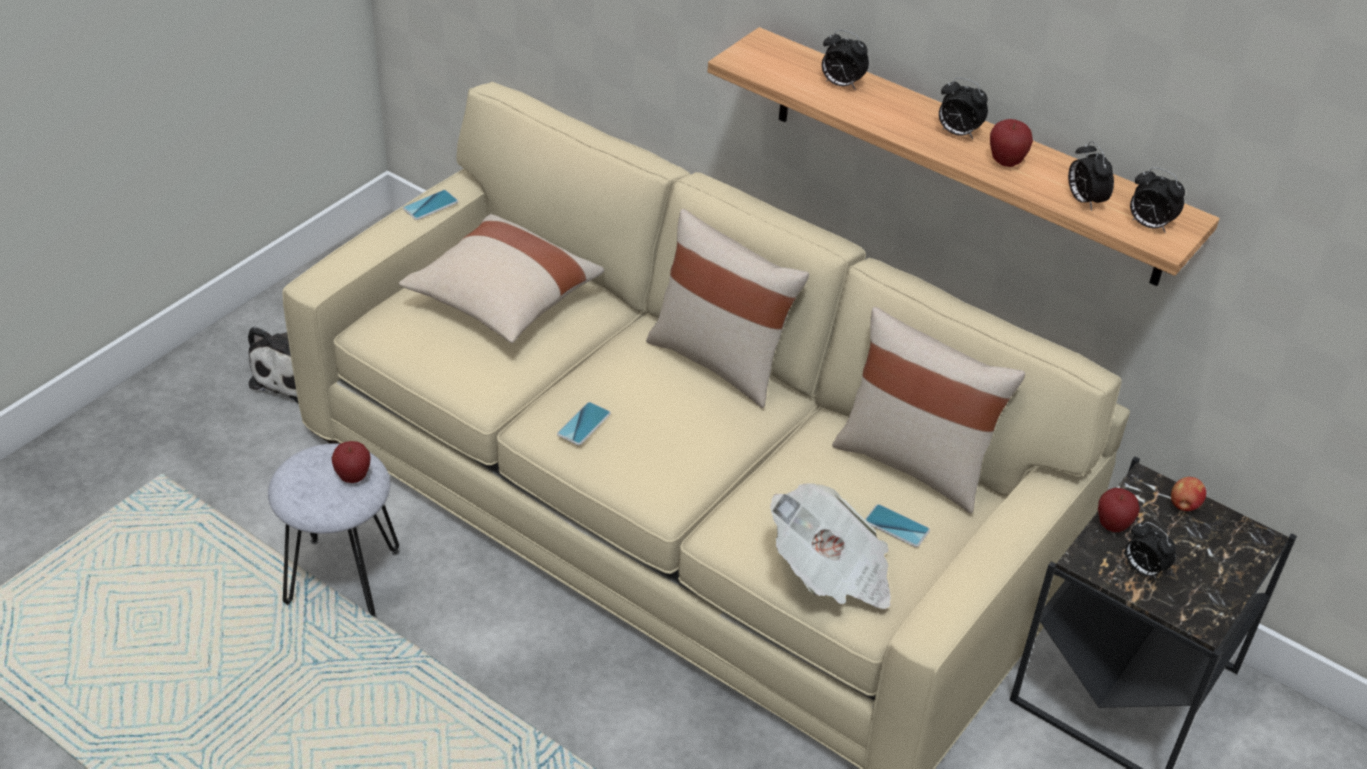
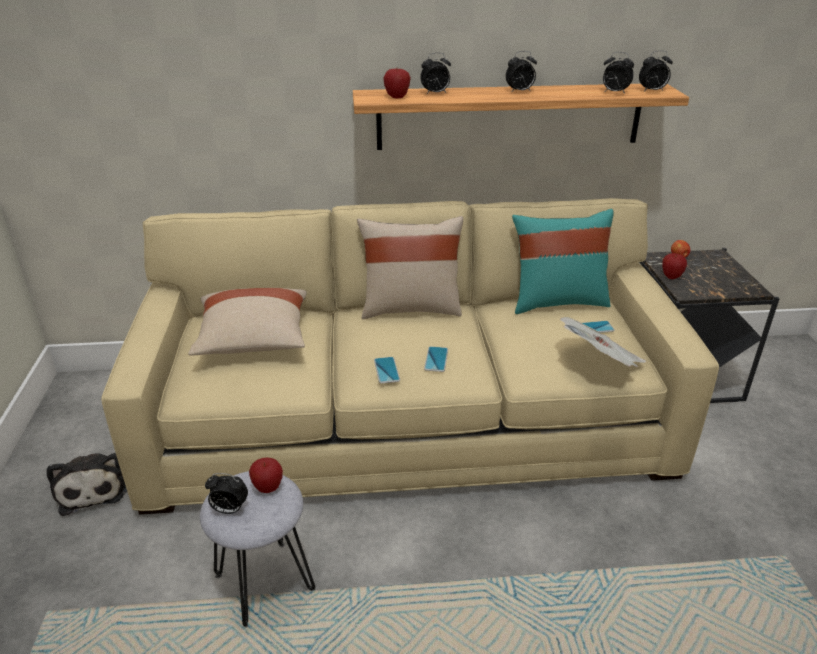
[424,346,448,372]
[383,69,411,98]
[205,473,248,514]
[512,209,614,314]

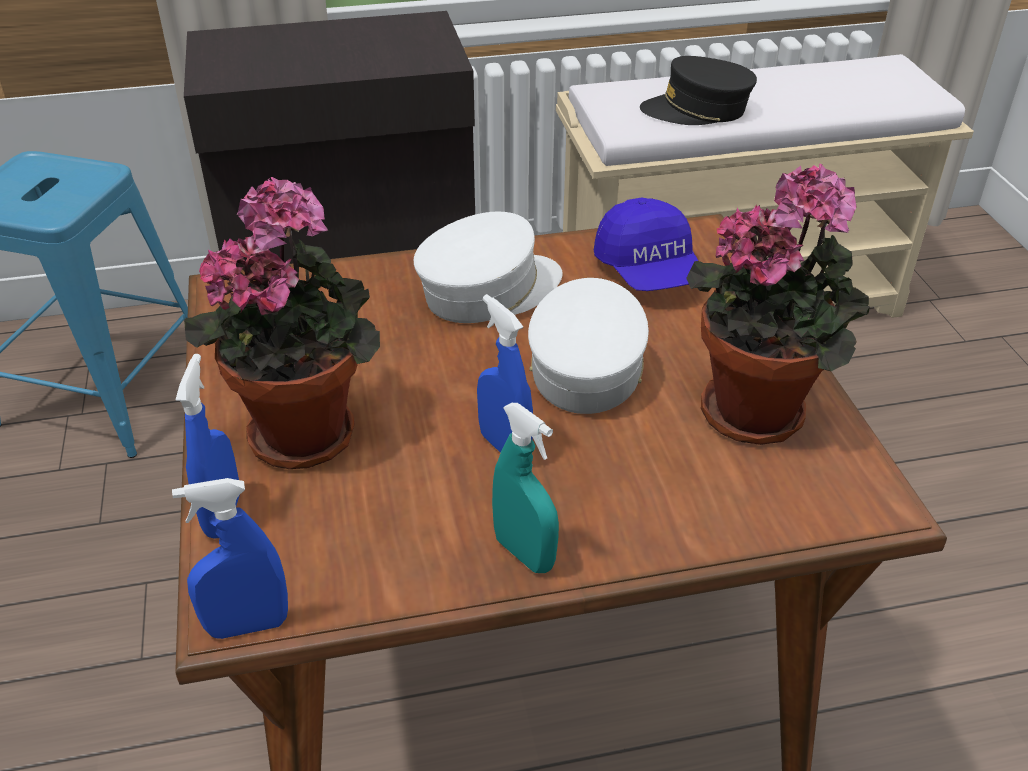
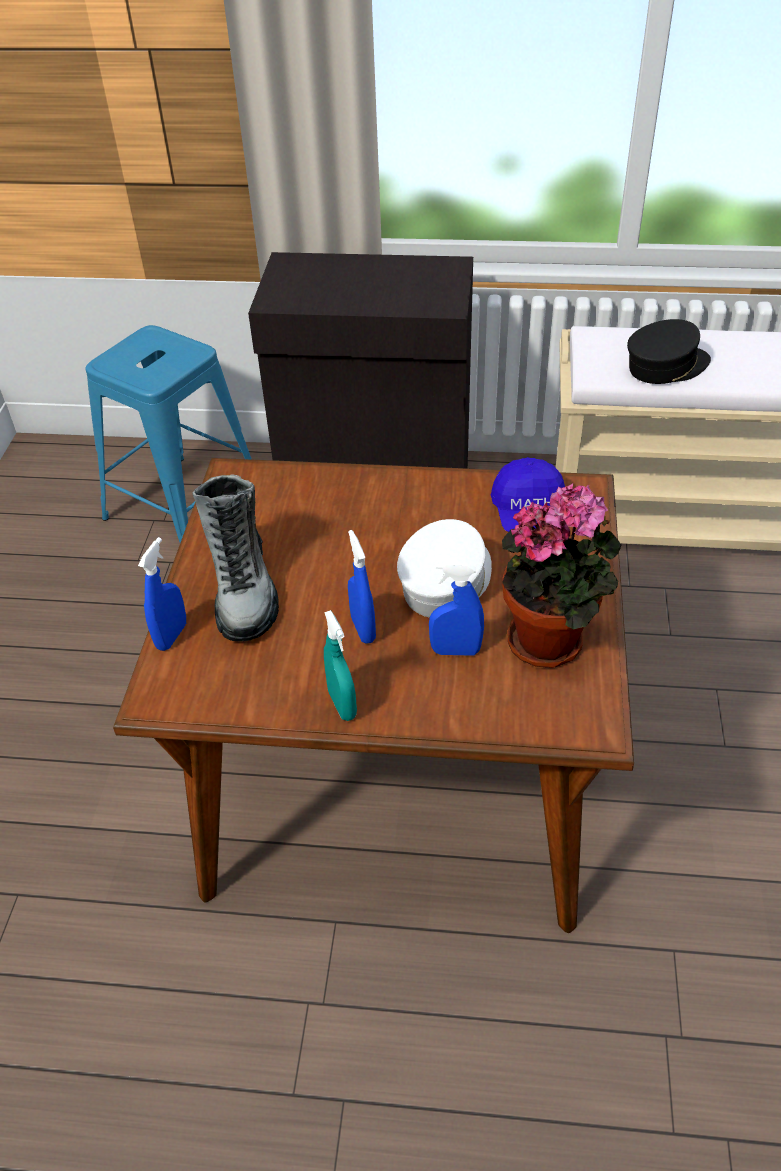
[414,212,563,323] (first image)
[429,563,484,656]
[192,474,279,641]
[627,319,711,384]

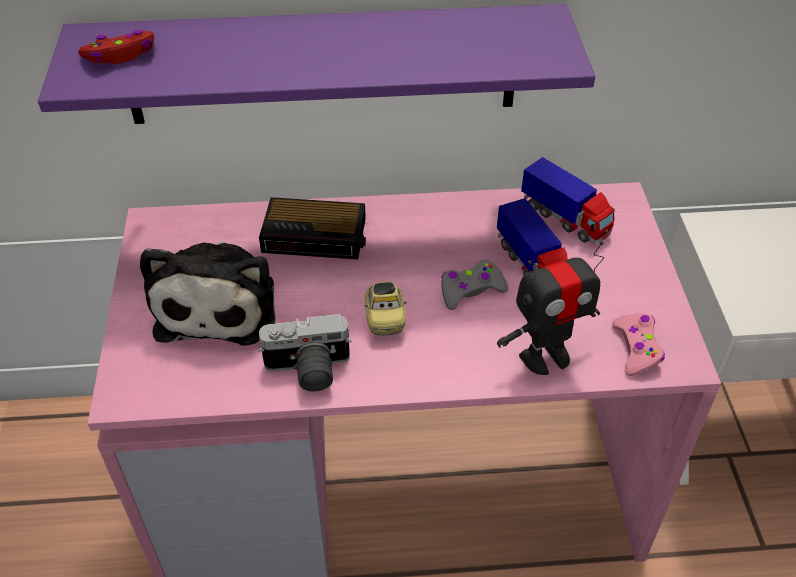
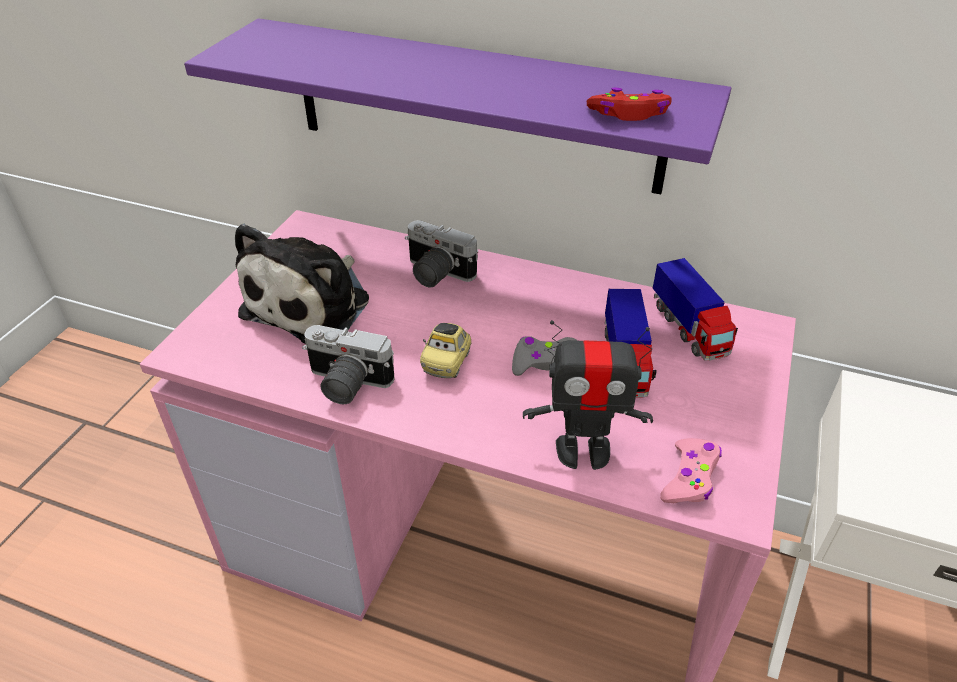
[587,88,672,121]
[405,220,478,287]

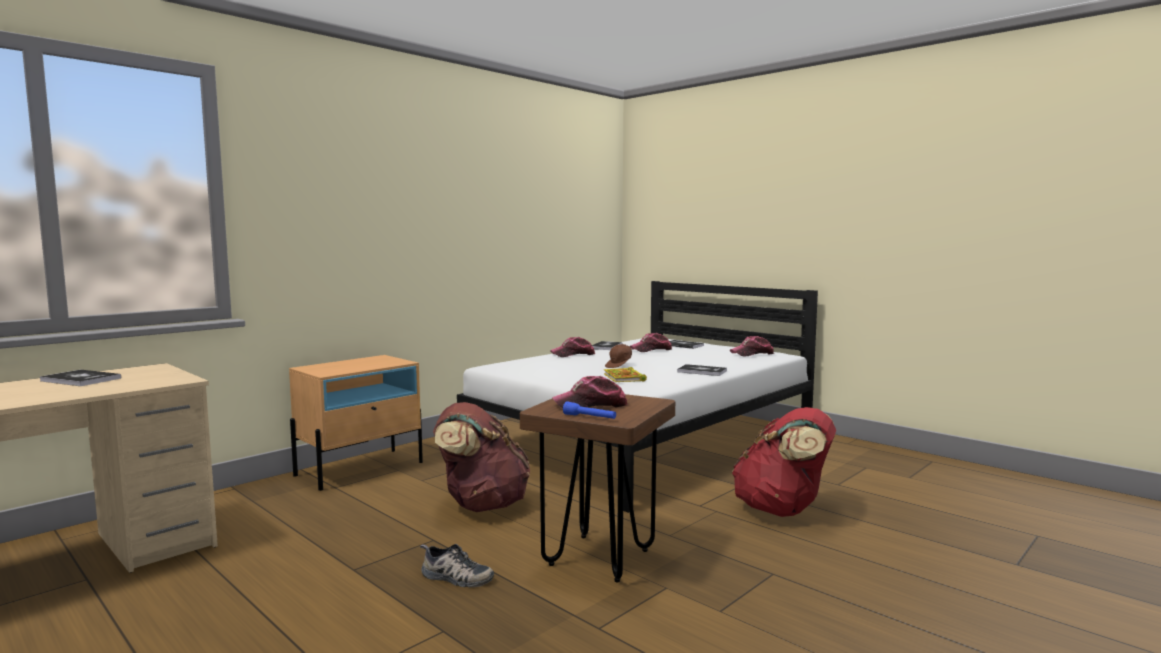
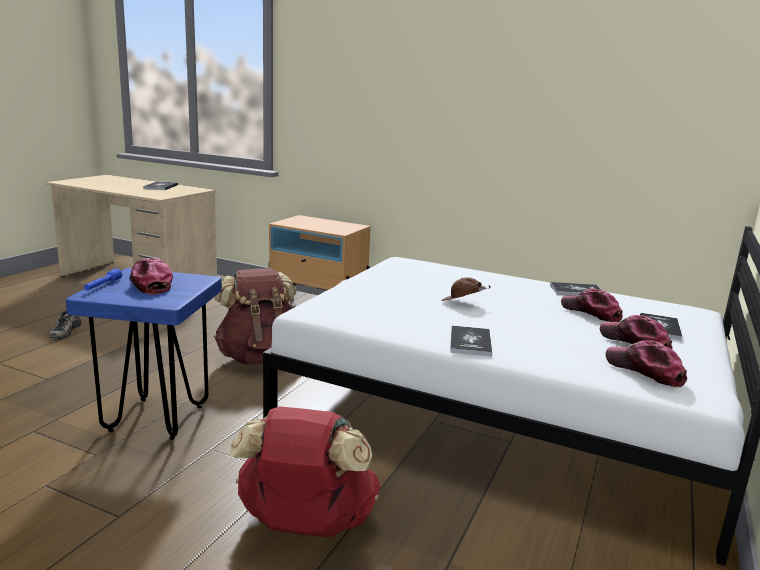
[604,367,647,382] (first image)
[49,311,81,340]
[600,315,673,349]
[66,268,222,440]

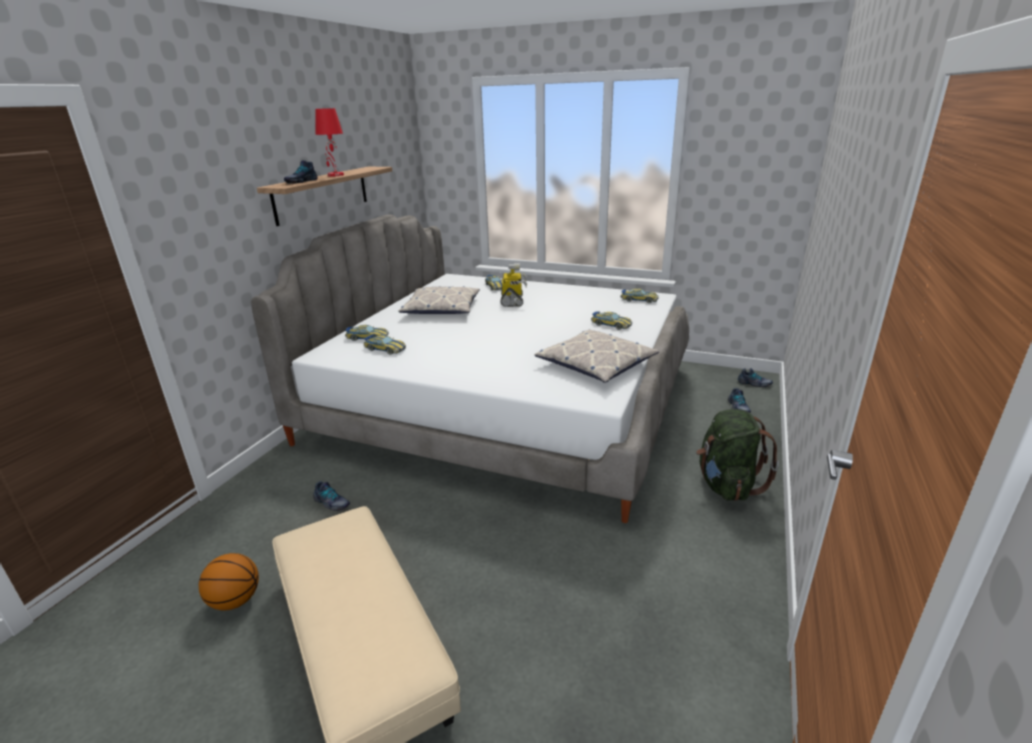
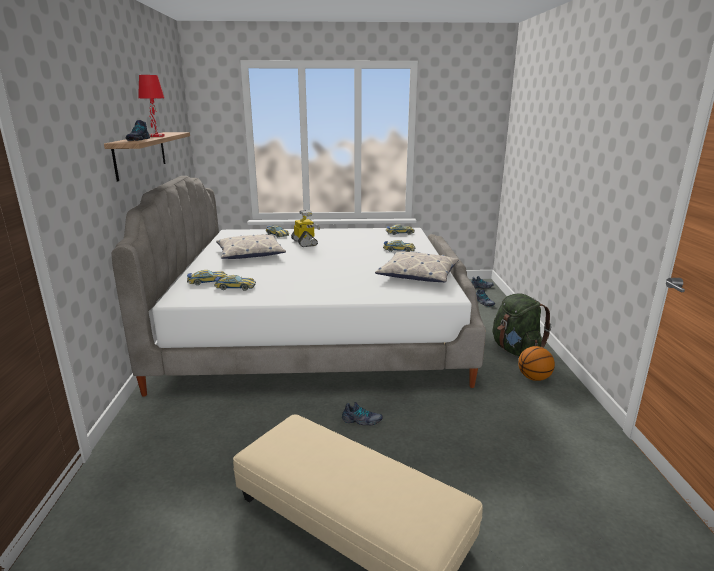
[518,346,555,381]
[342,402,383,426]

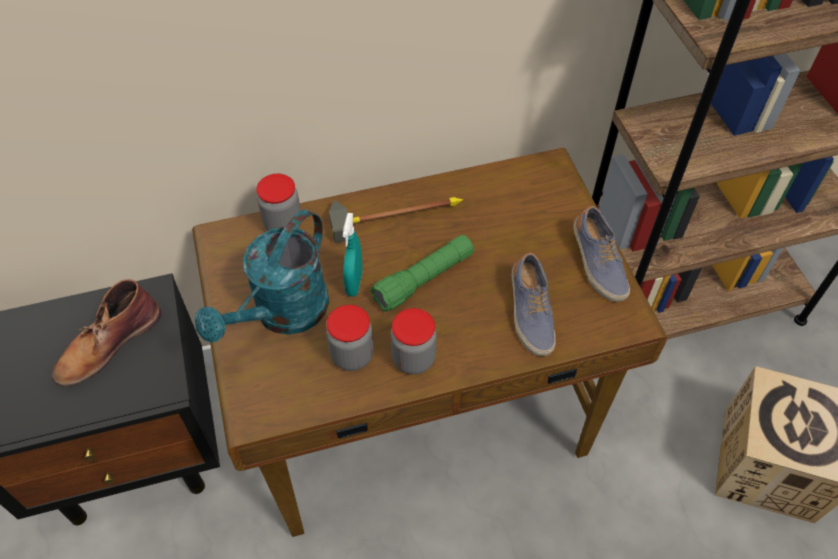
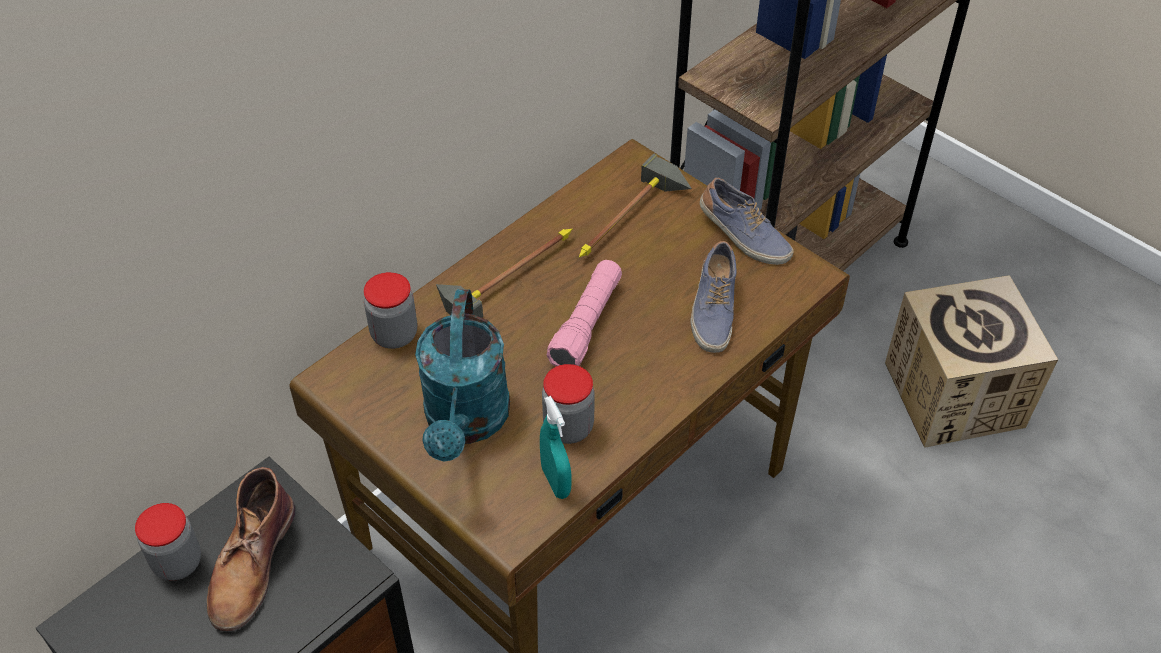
[578,154,692,258]
[540,396,571,499]
[135,503,201,581]
[547,260,622,366]
[690,241,736,353]

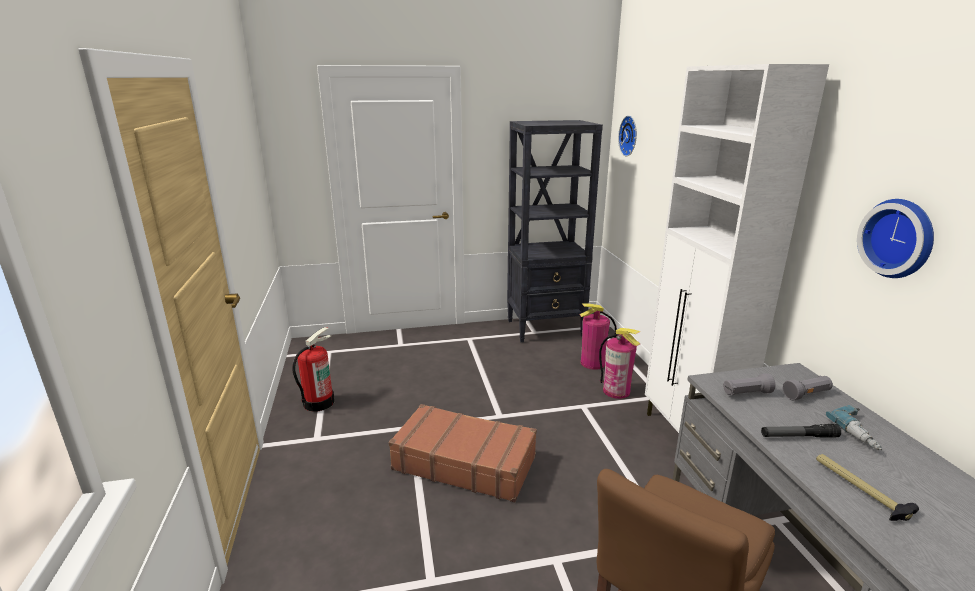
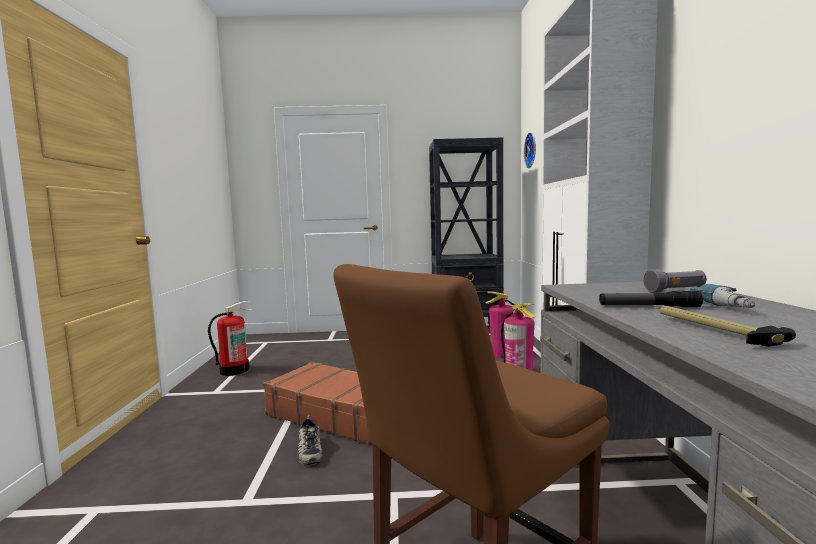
[723,373,775,396] (first image)
[857,199,934,278] (first image)
[297,415,323,466]

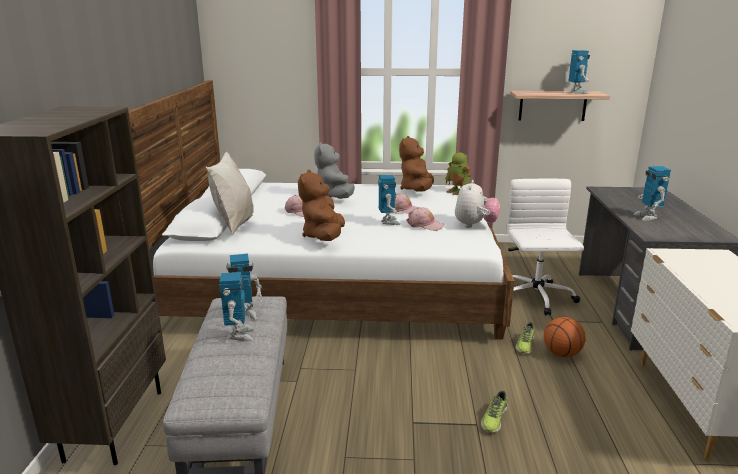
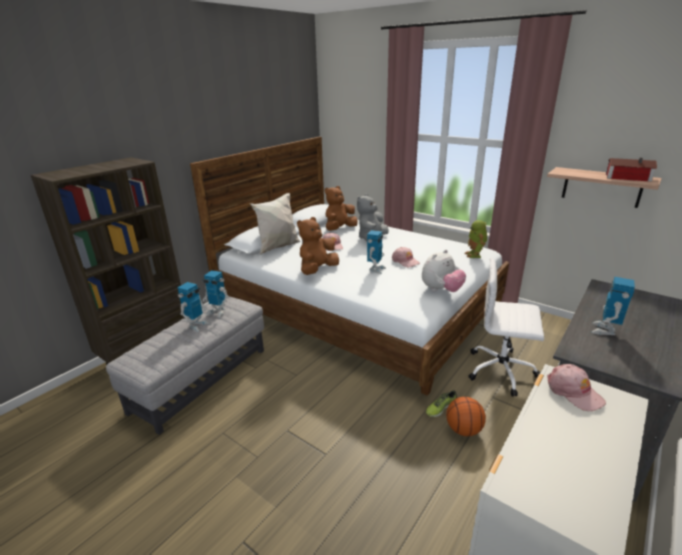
[481,391,508,433] (first image)
[325,186,358,231]
[547,364,606,411]
[606,158,657,182]
[469,258,544,397]

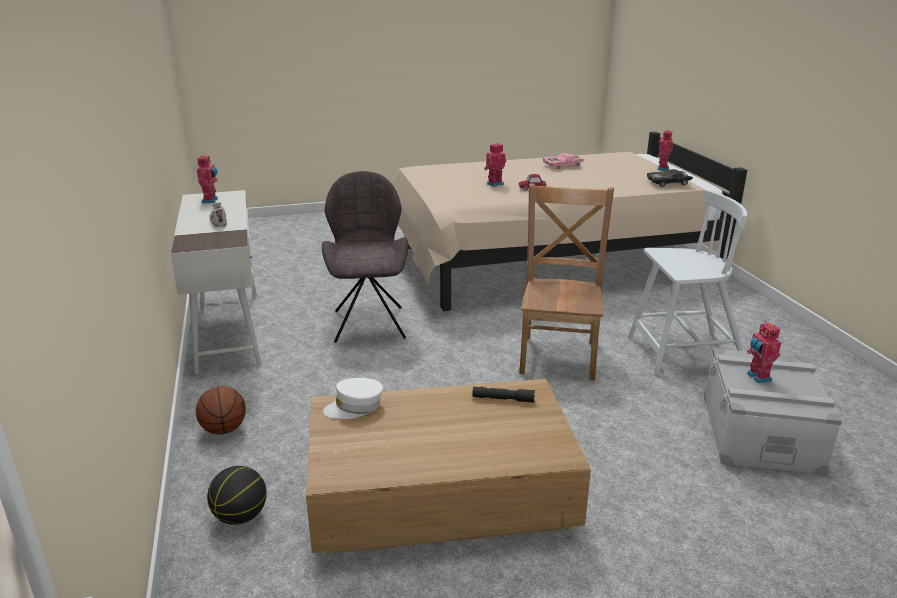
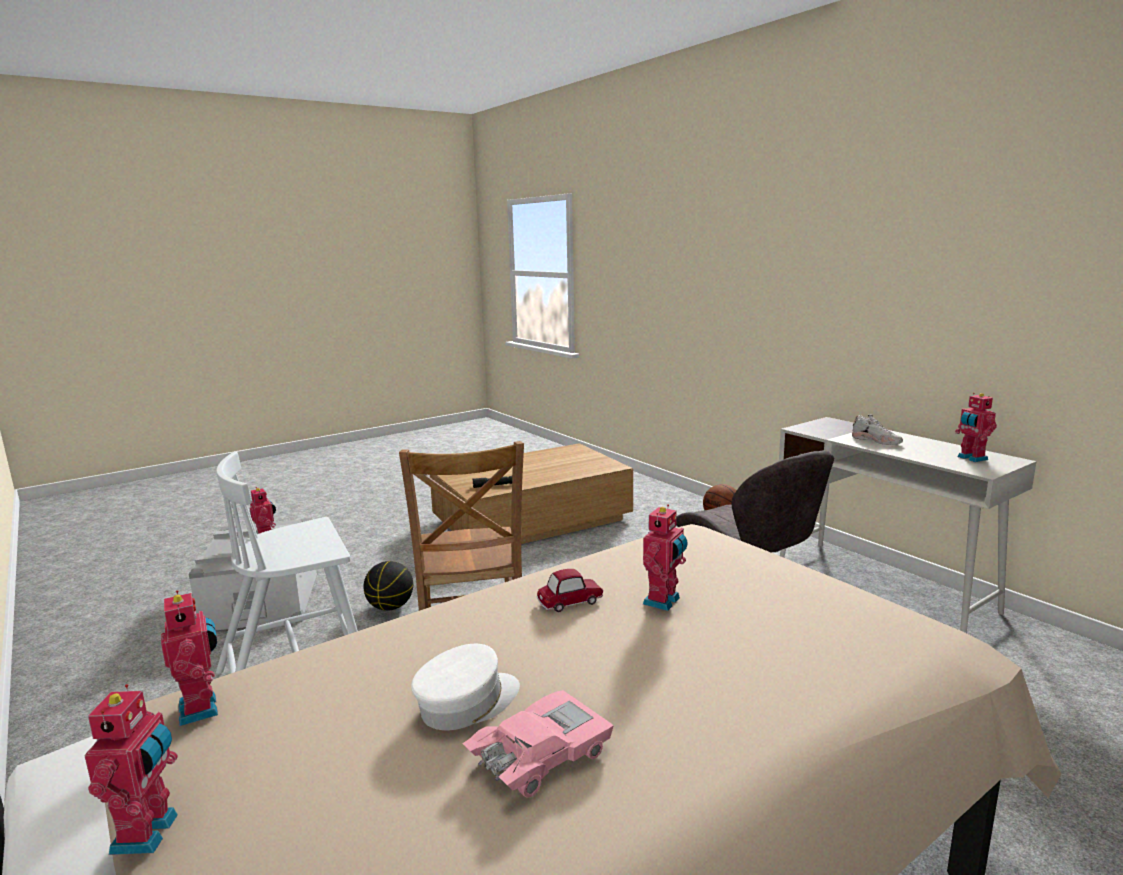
[363,561,413,611]
[411,644,520,730]
[161,590,218,726]

